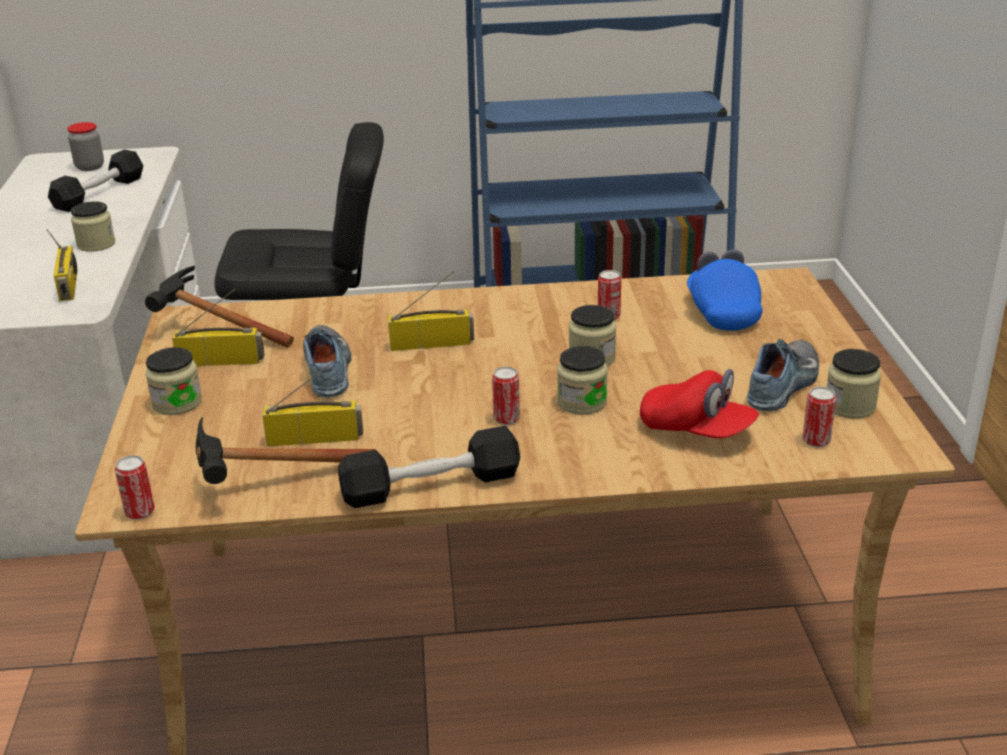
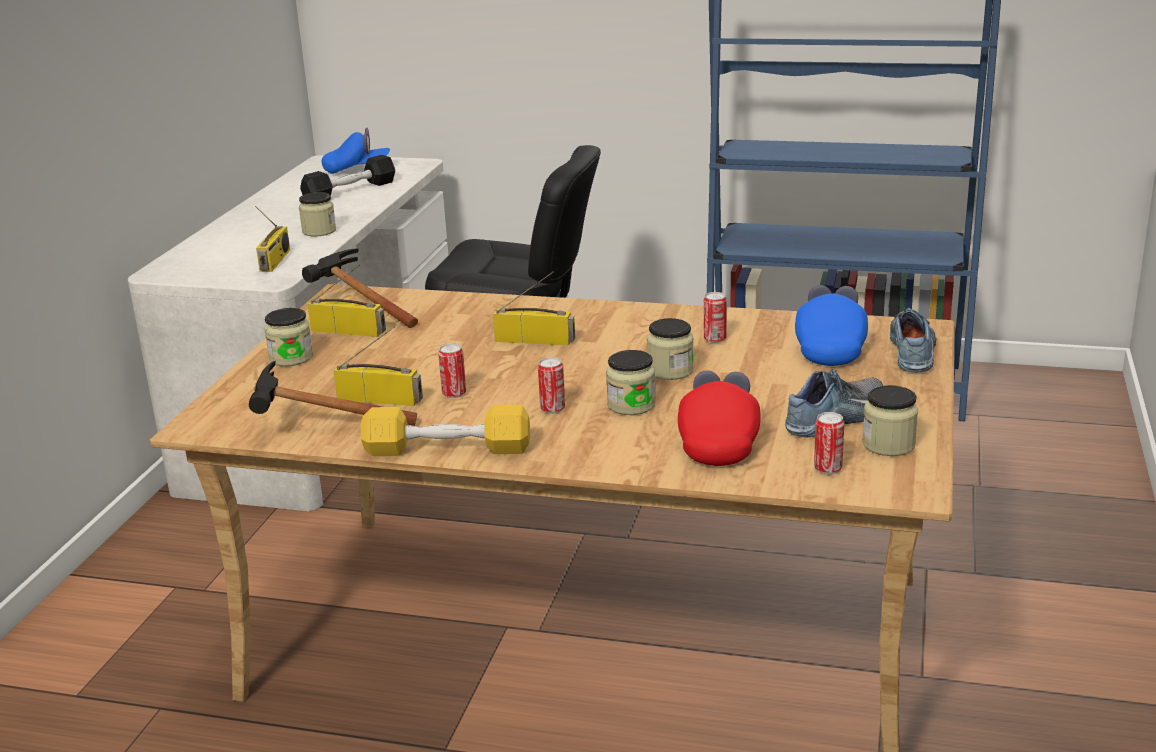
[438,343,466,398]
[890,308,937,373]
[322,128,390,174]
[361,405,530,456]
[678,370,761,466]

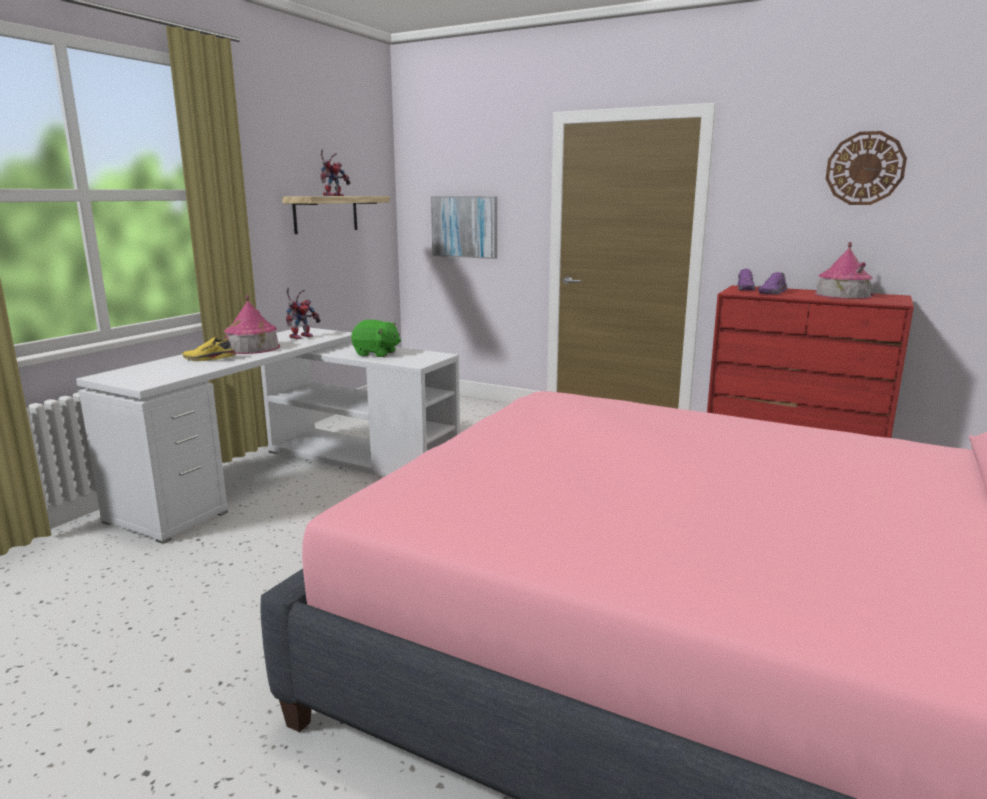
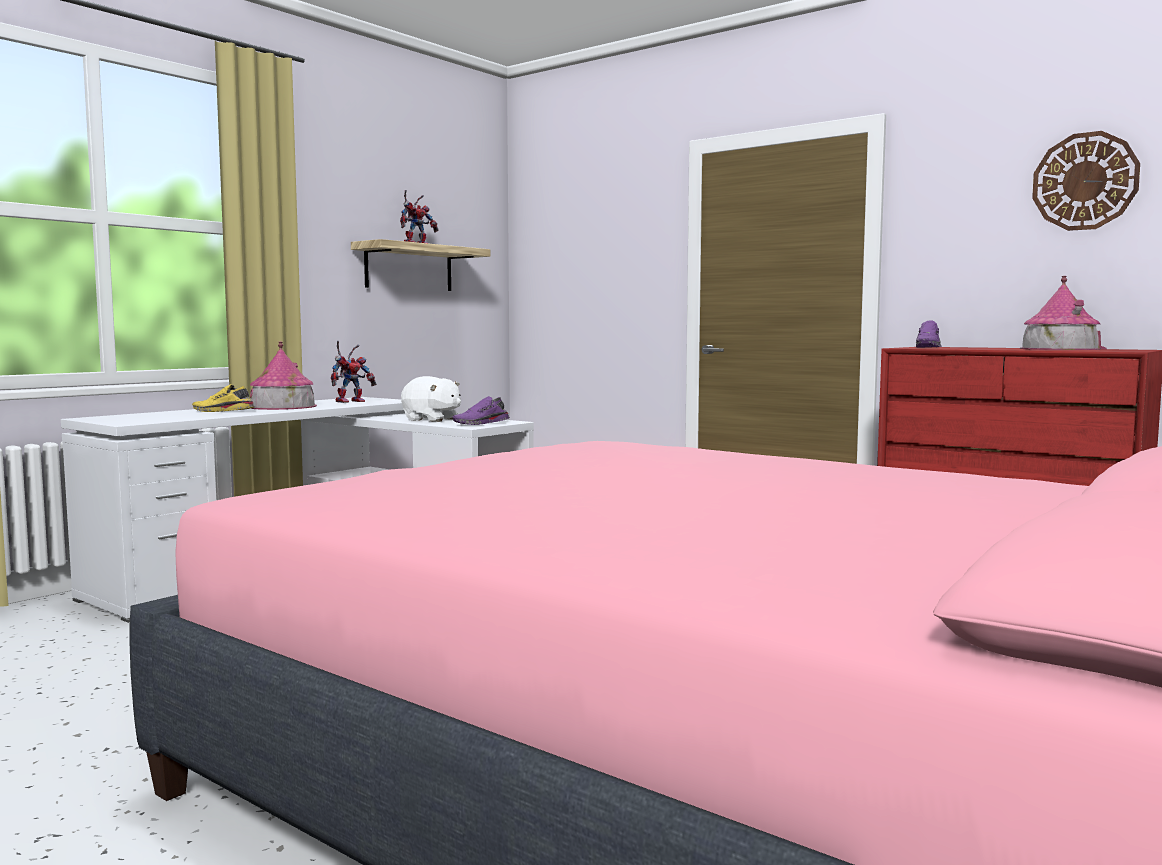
[431,196,497,259] (first image)
[452,396,510,425]
[401,376,461,422]

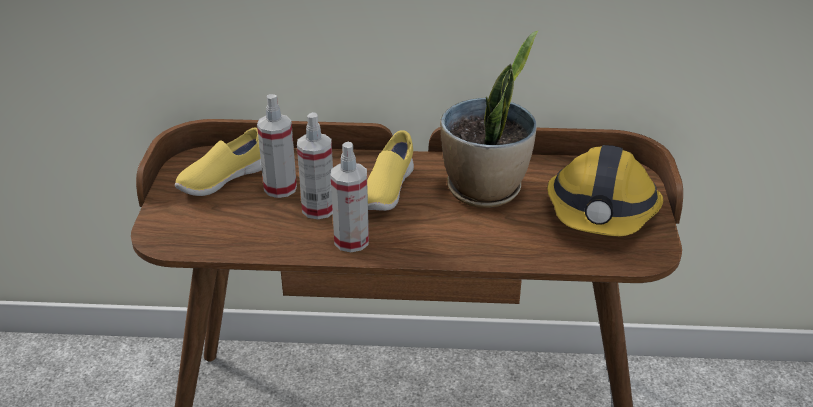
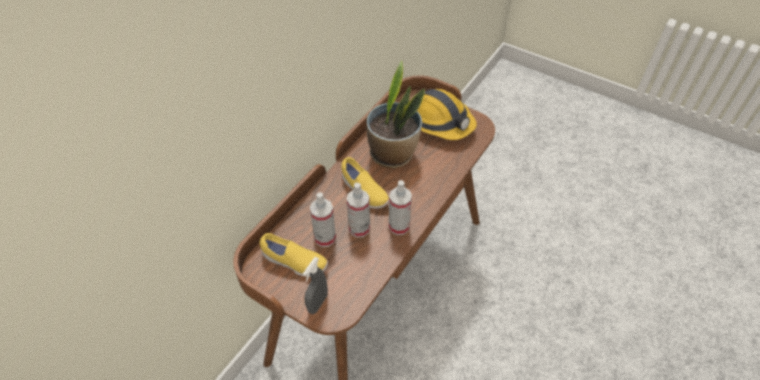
[303,257,328,314]
[259,233,328,277]

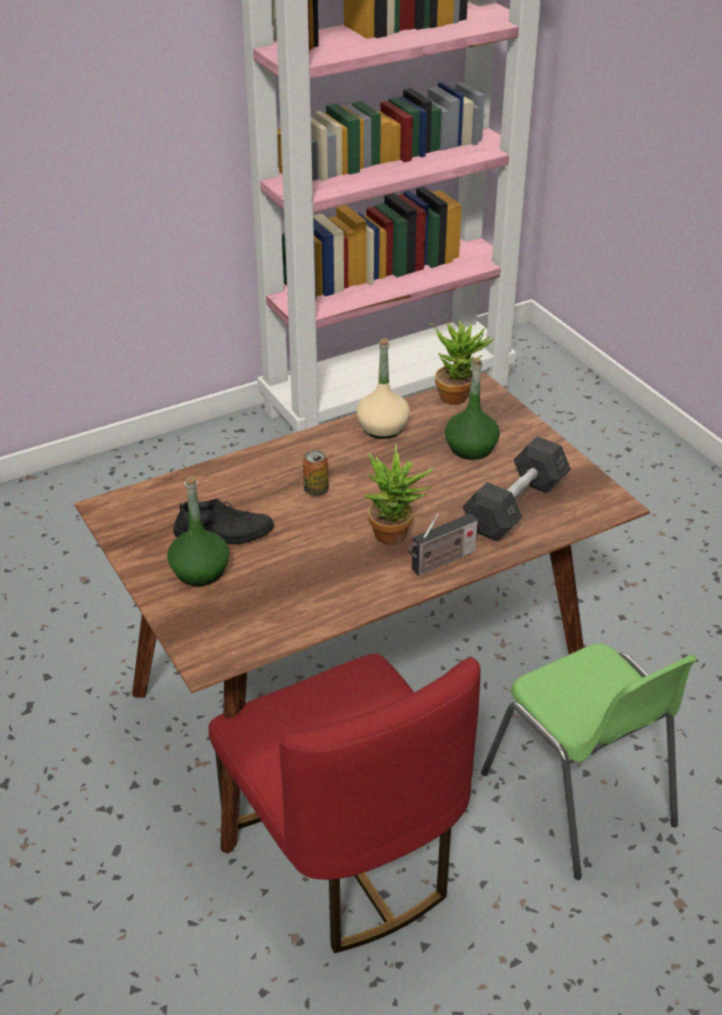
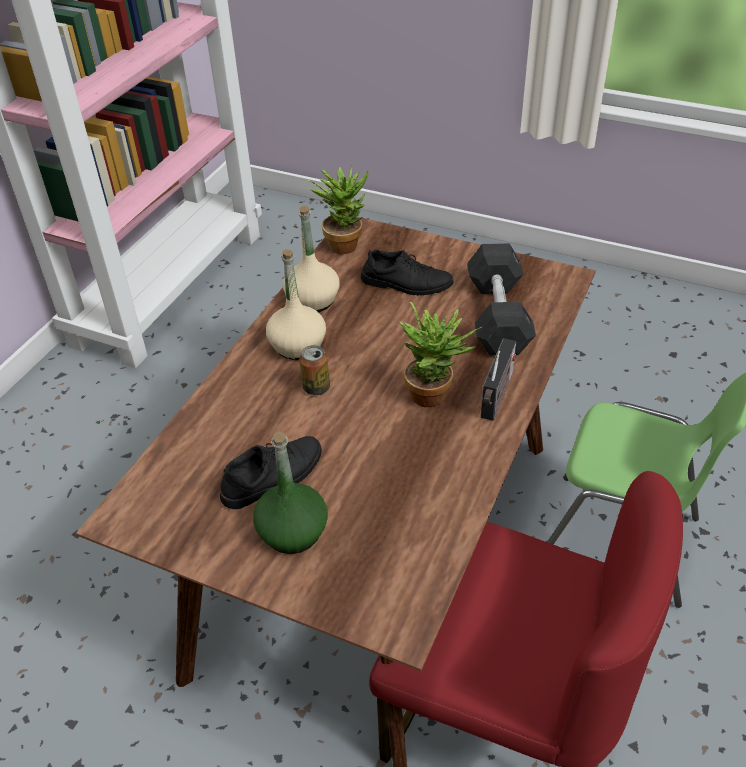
[266,249,326,360]
[361,250,454,296]

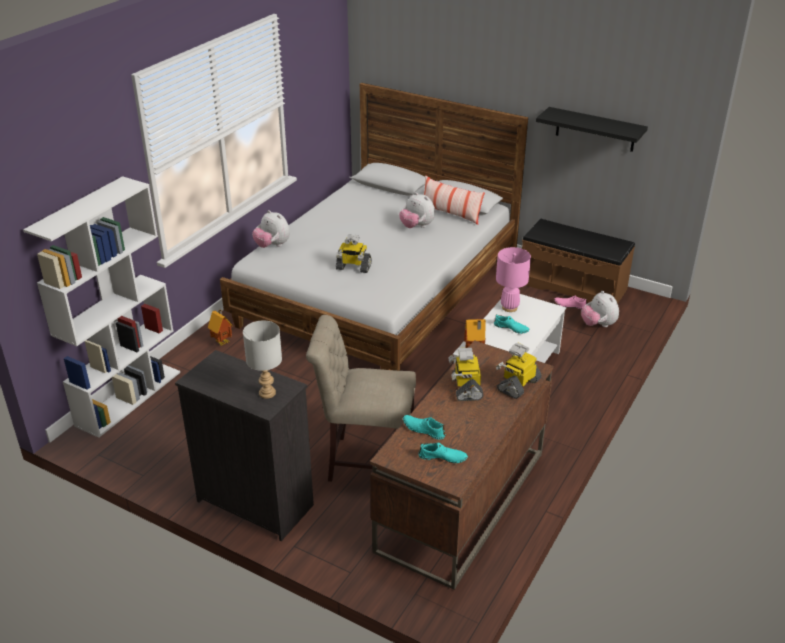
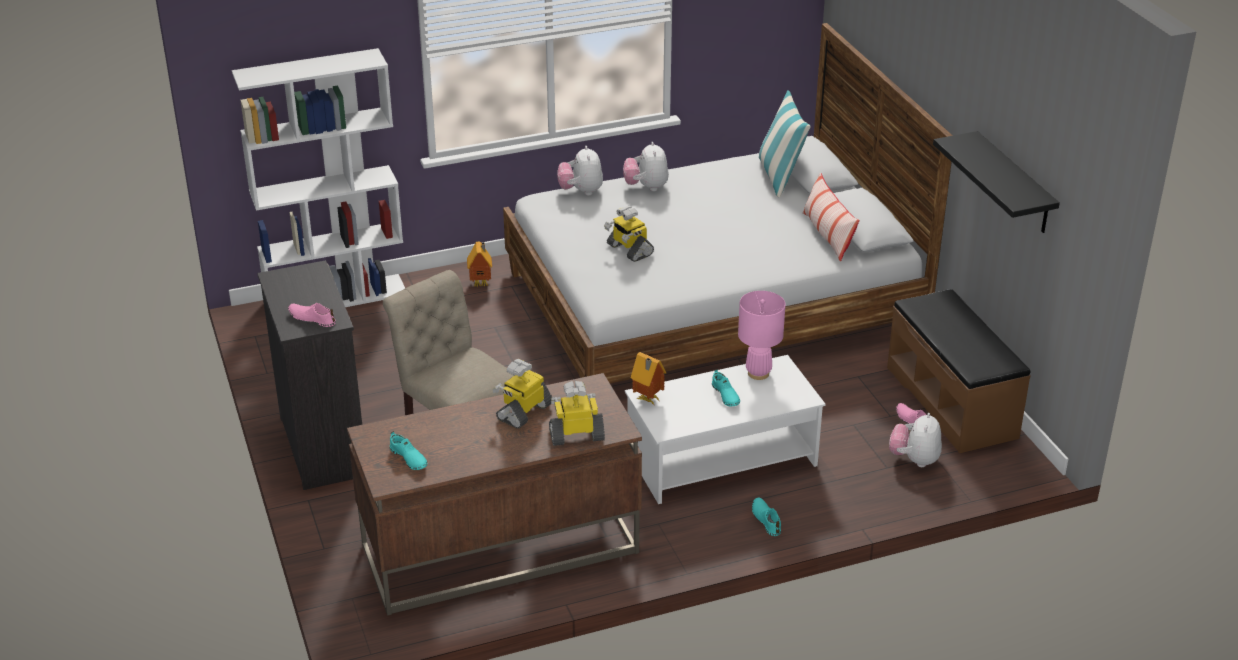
[759,90,811,197]
[623,142,669,191]
[752,497,781,536]
[288,303,336,327]

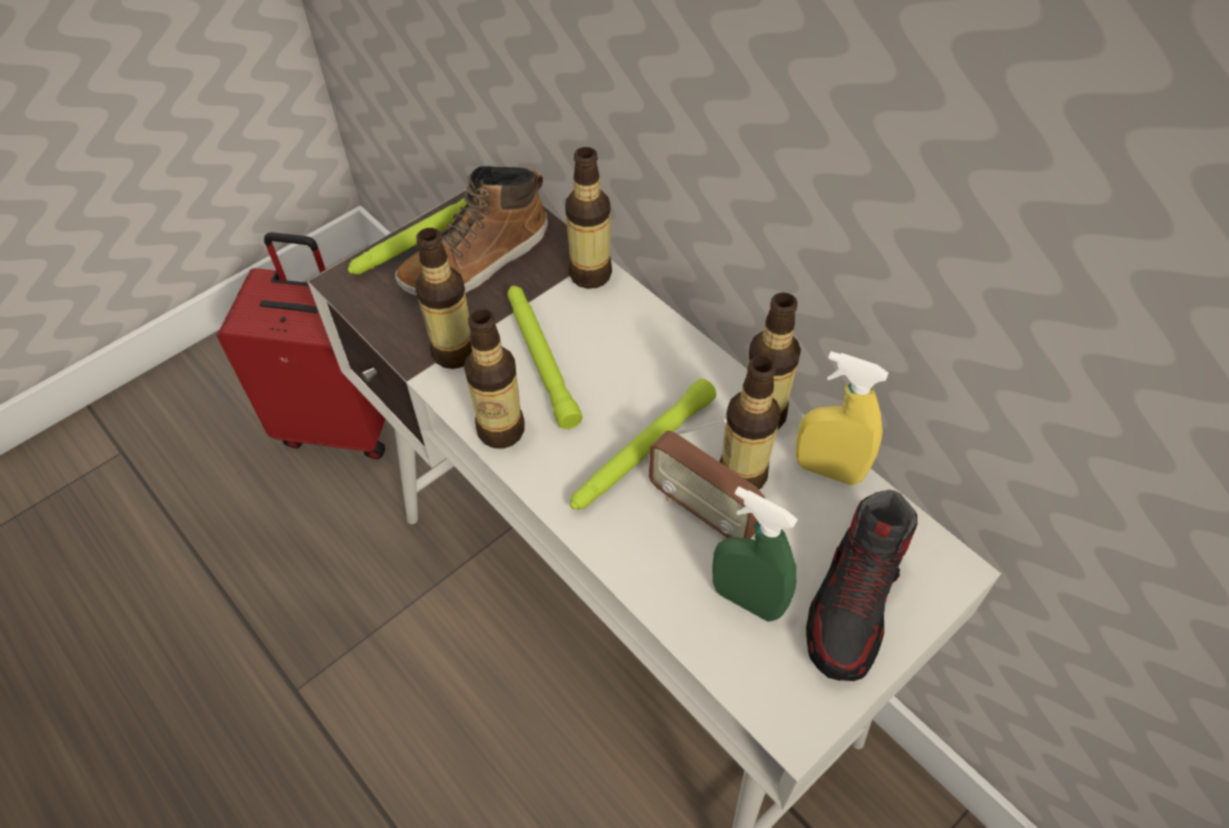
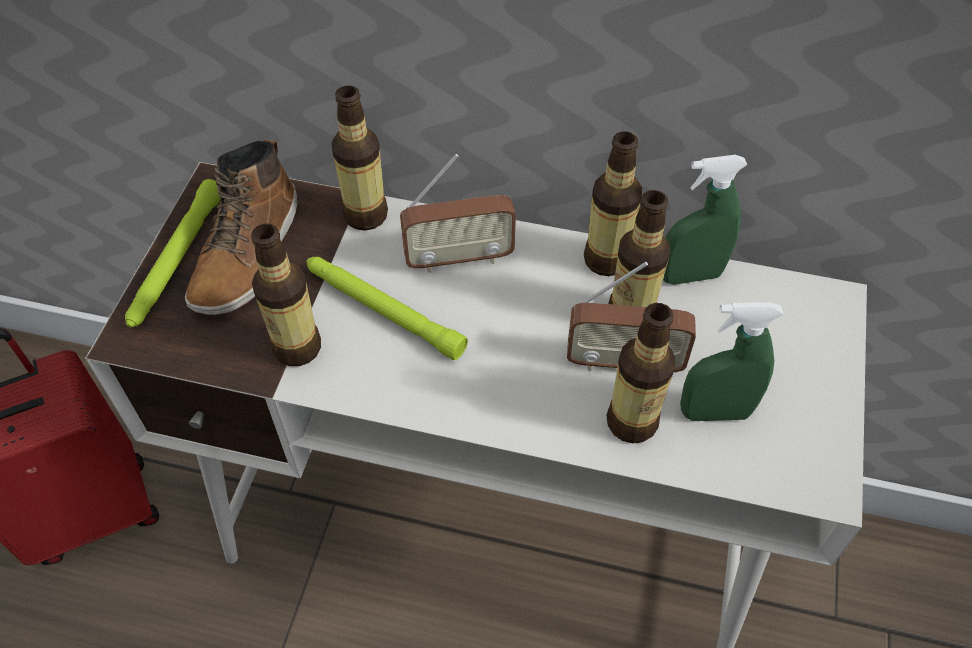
[570,379,717,510] (first image)
[806,490,918,681] (first image)
[400,154,516,273]
[607,303,675,443]
[663,155,748,285]

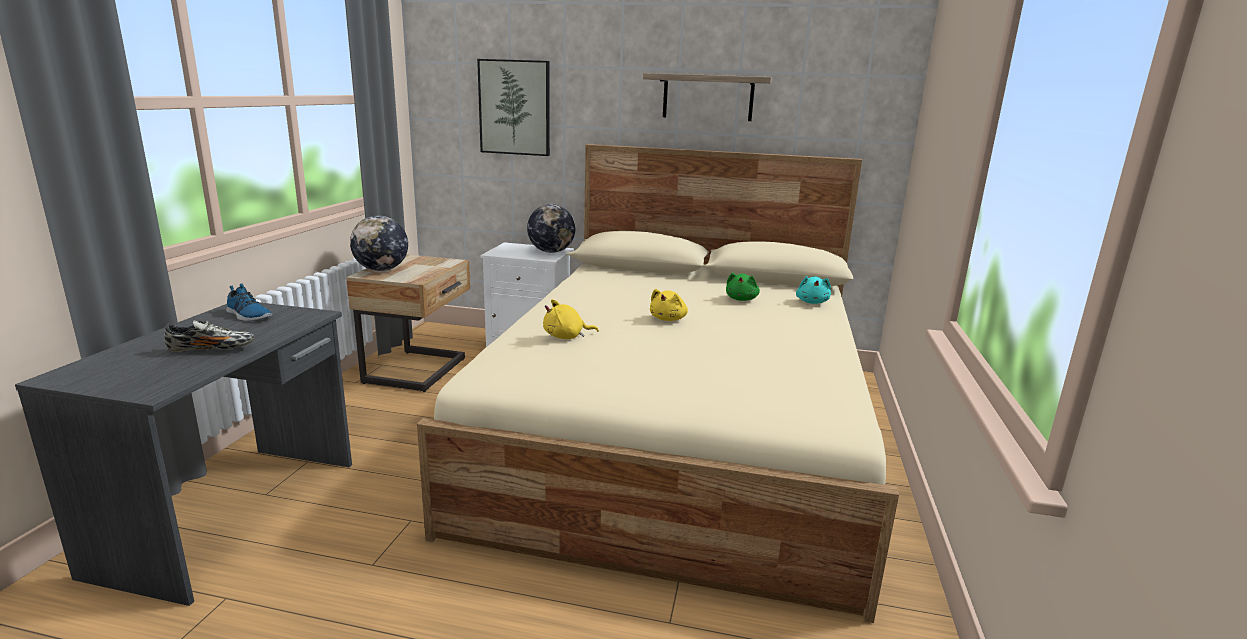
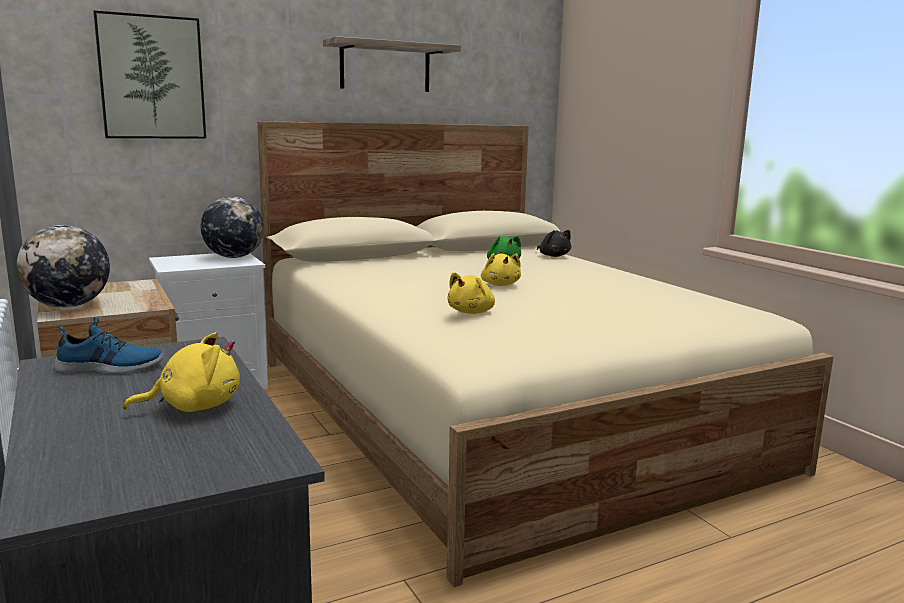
[124,332,240,412]
[537,230,571,257]

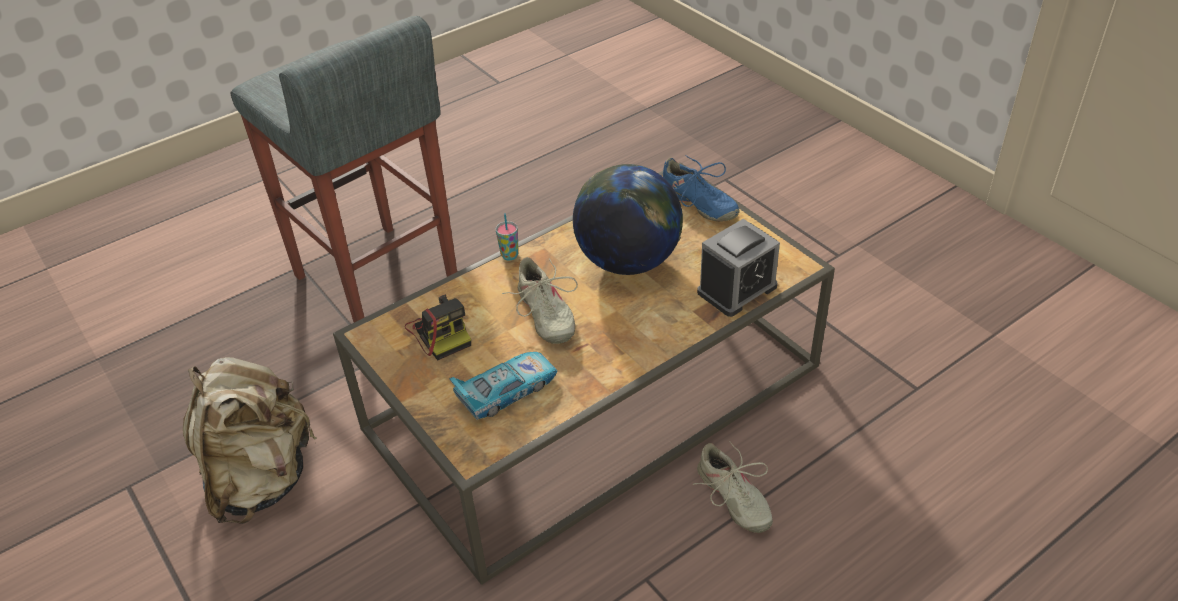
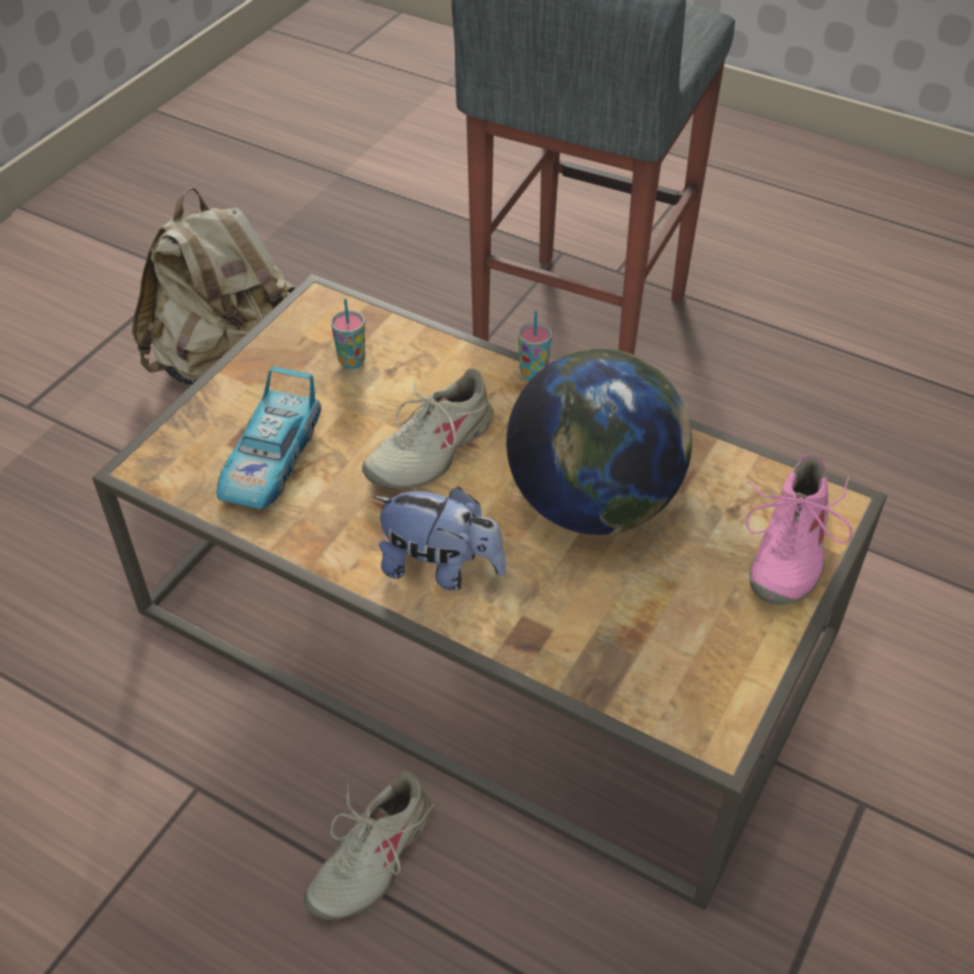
[697,219,780,317] (first image)
[373,487,506,591]
[331,299,365,369]
[745,454,852,605]
[217,367,321,509]

